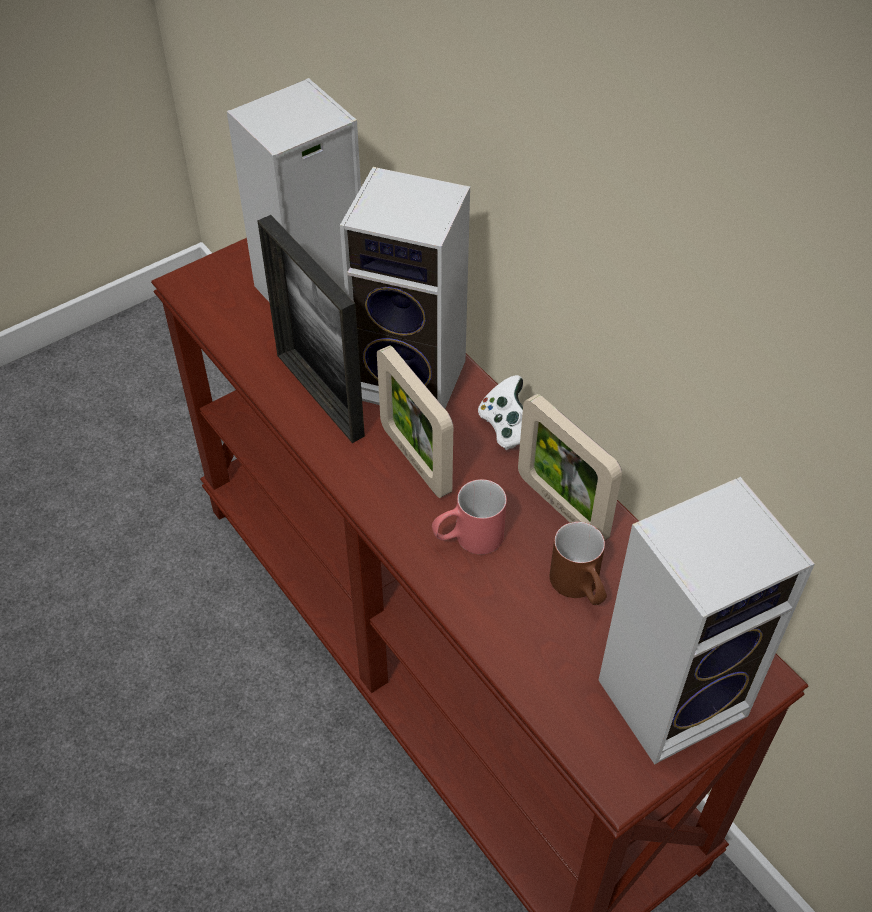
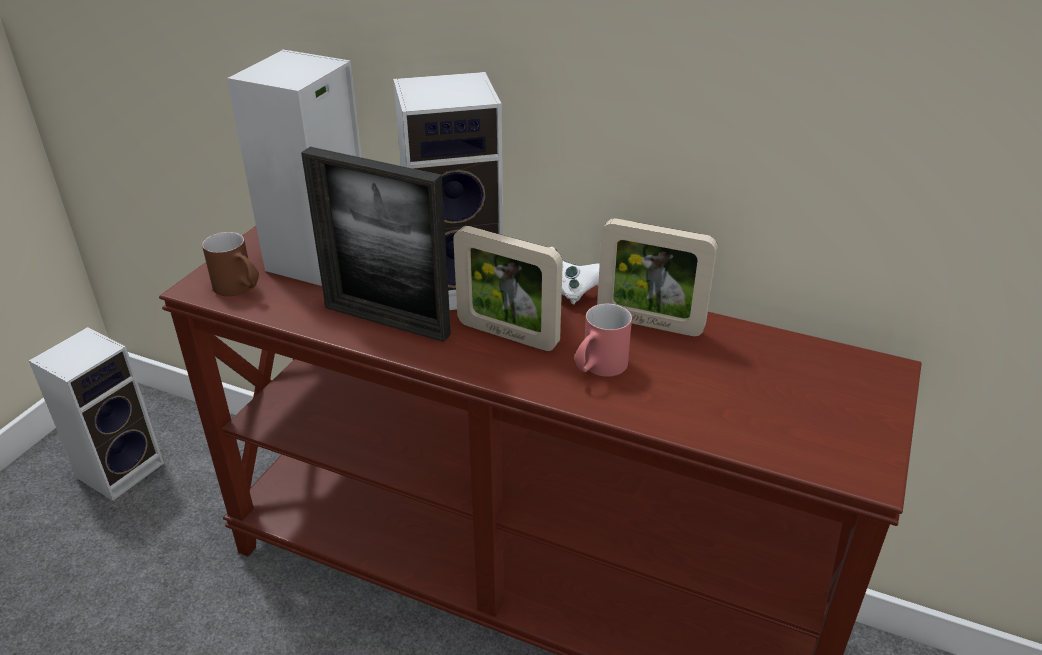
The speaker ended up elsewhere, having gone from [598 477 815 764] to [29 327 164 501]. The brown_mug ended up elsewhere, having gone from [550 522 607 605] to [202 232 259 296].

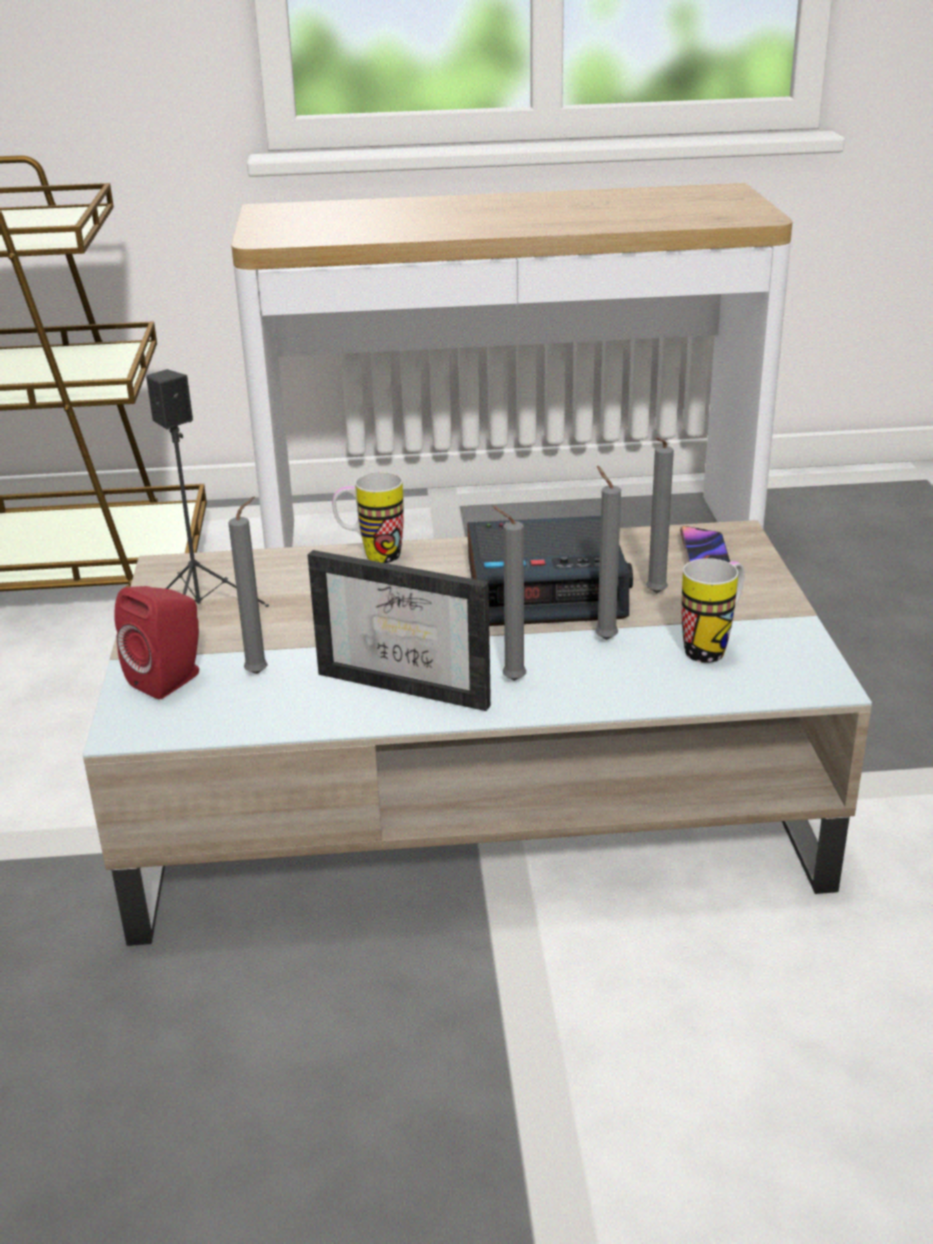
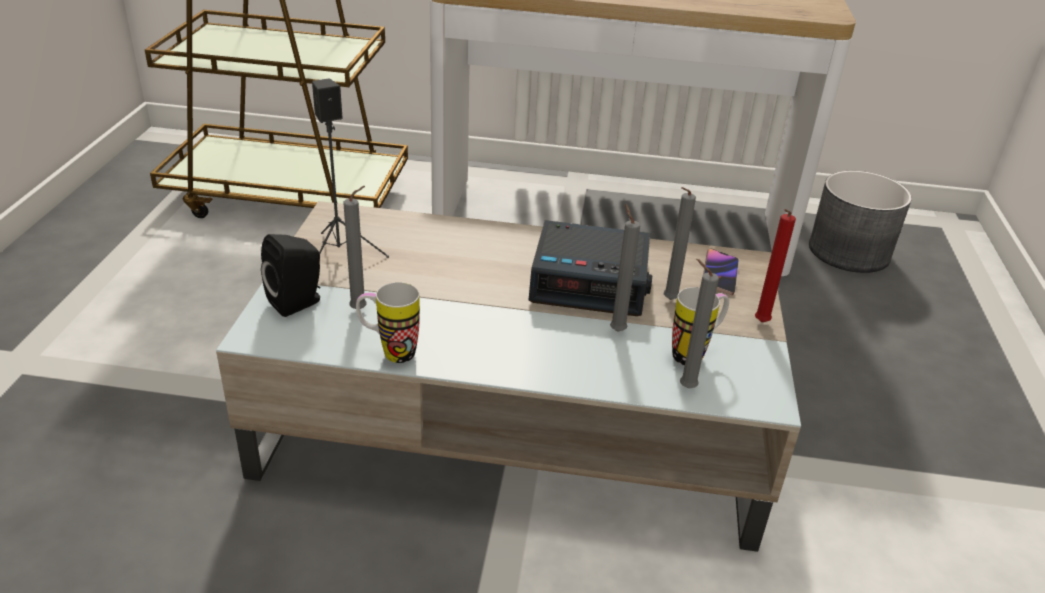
The mug ended up elsewhere, having gone from [332 472 404 563] to [356 282 420 363]. The grey_candle ended up elsewhere, having gone from [492 505 526 681] to [680 259 719 388]. The second view lost the picture_frame at [308 550 491 711]. What was the red_speaker at [115 586 199 700] turned into the black_speaker at [261 234 320 317]. The second view gained the grey_planter at [809 171 912 273]. The second view gained the red_candle at [755 209 796 322].

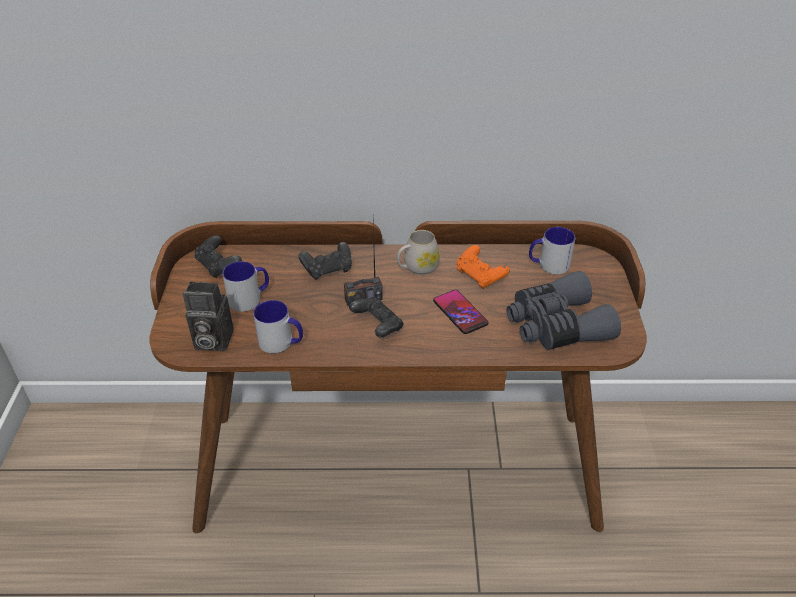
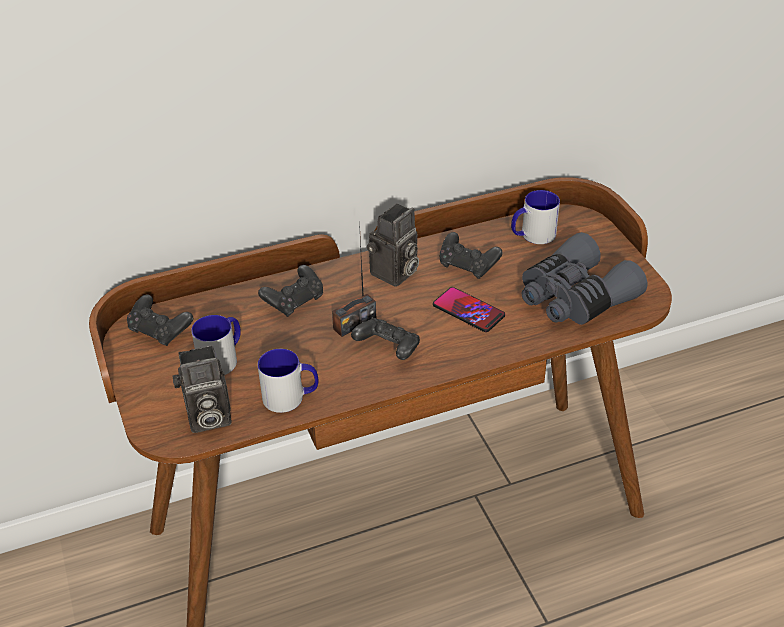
Where the white_mug stood at [397 230 440 275], the photo_camera came to stand at [367 203 419 287]. What was the orange_game_controller at [456 245 510 289] turned into the black_game_controller at [440 232 503 279].

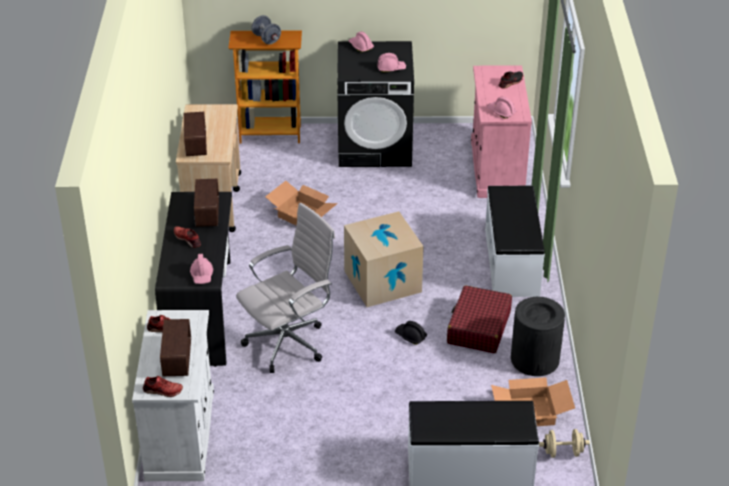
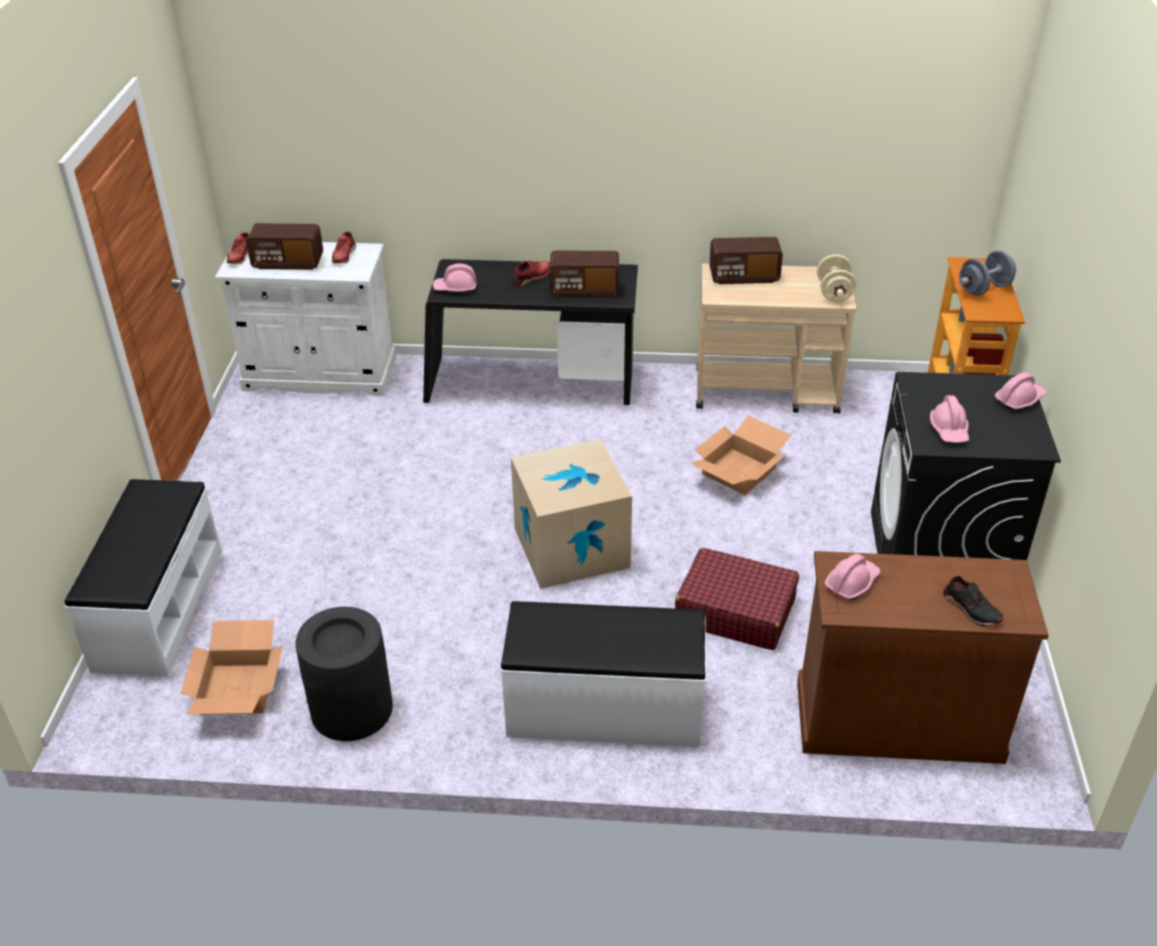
What was the pink_cabinet at [471 65 532 198] turned into the brown_cabinet at [797 551 1049 764]. The second view lost the white_office_chair at [236 203 335 373]. The red_suitcase ended up elsewhere, having gone from [447 285 512 353] to [675 548 799 650]. The second view lost the black_hard_hat at [395 321 427 345]. The beige_dumbbell ended up elsewhere, having gone from [539 429 590 458] to [817 254 856 302].

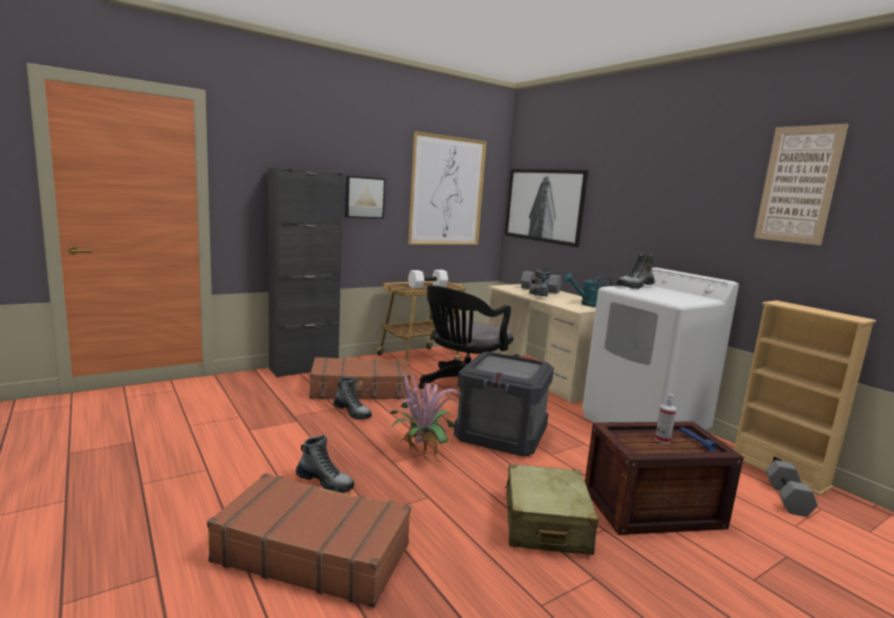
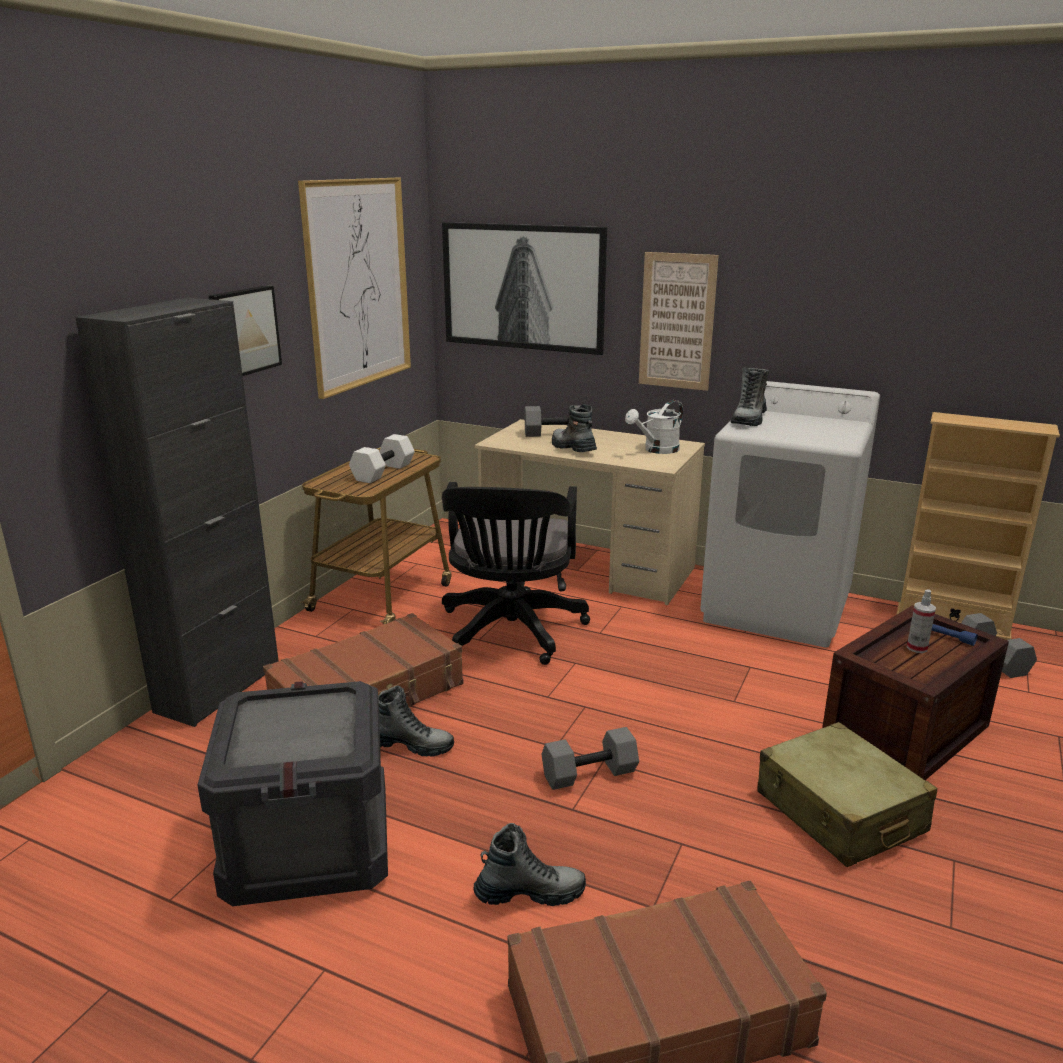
The picture ended up elsewhere, having gone from [754 124 848 245] to [639 252 719 391]. What was the turquoise_watering_can at [564 273 612 307] turned into the white_watering_can at [625 400 683 454]. The crate ended up elsewhere, having gone from [454 352 554 457] to [197 681 388 906]. Where the potted_plant stood at [390 373 460 466], the grey_dumbbell came to stand at [542 727 639 790].

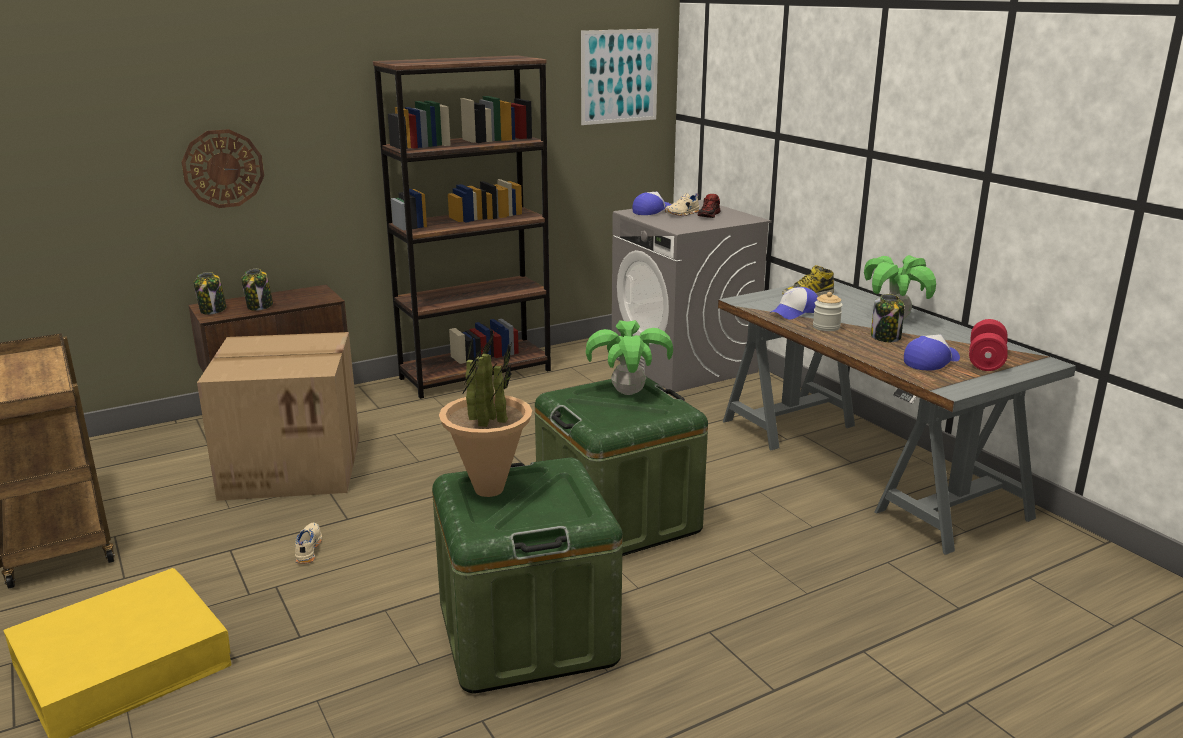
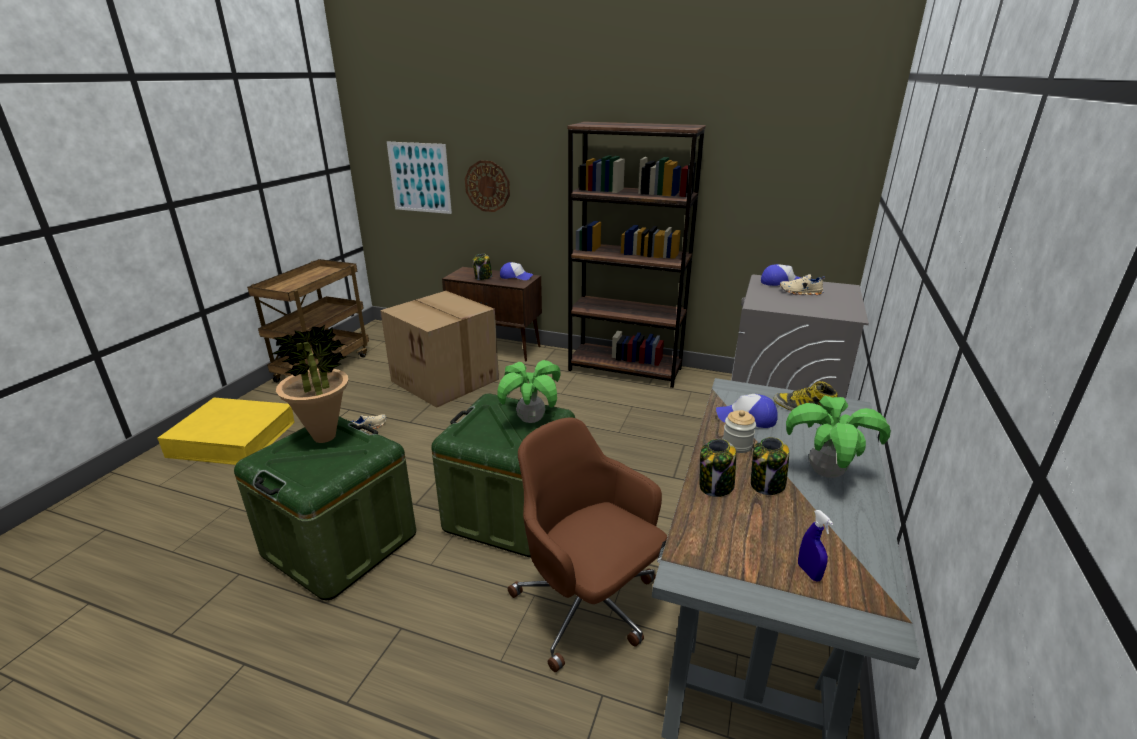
The picture ended up elsewhere, having gone from [581 29 658 125] to [387 141 452 214]. The second view lost the shoe at [698 194 721 218]. The jar ended up elsewhere, having gone from [194 272 227 315] to [700 439 736 497]. Where the red_dumbbell stood at [969 319 1008 371], the blue_spray_bottle came to stand at [798 510 834 581]. The cap ended up elsewhere, having gone from [904 334 960 370] to [500 262 533 280]. The second view gained the brown_office_chair at [508 417 667 672].

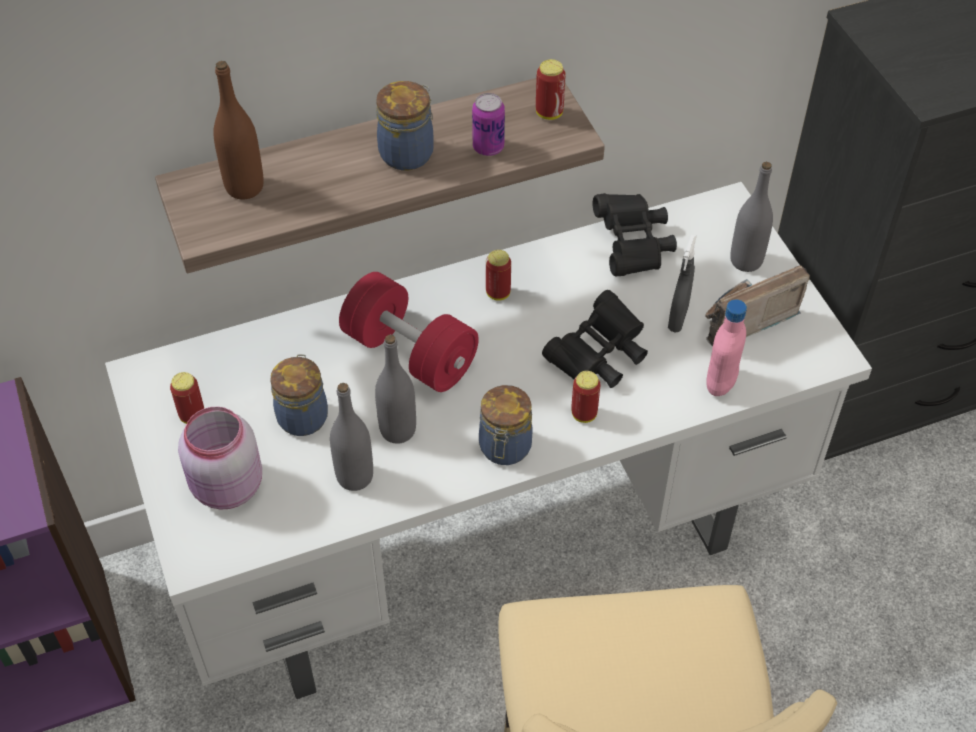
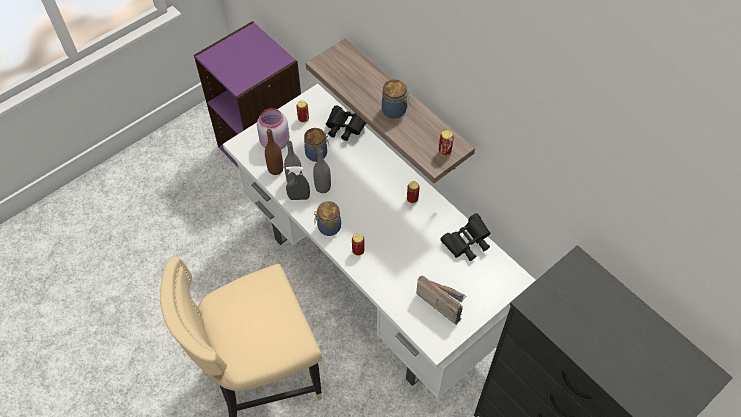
The brown_bottle ended up elsewhere, having gone from [213 61 264 199] to [265 129 283 175]. The second view lost the can at [472 93 505 156]. The second view lost the grey_bottle at [730 162 773 272]. The grey_spray_bottle ended up elsewhere, having gone from [668 234 697 332] to [286 167 310 200]. The second view lost the red_dumbbell at [339 272 479 392]. The black_binoculars ended up elsewhere, having gone from [542 290 648 388] to [326 105 366 141]. The second view lost the pink_bottle at [706 300 747 396].

